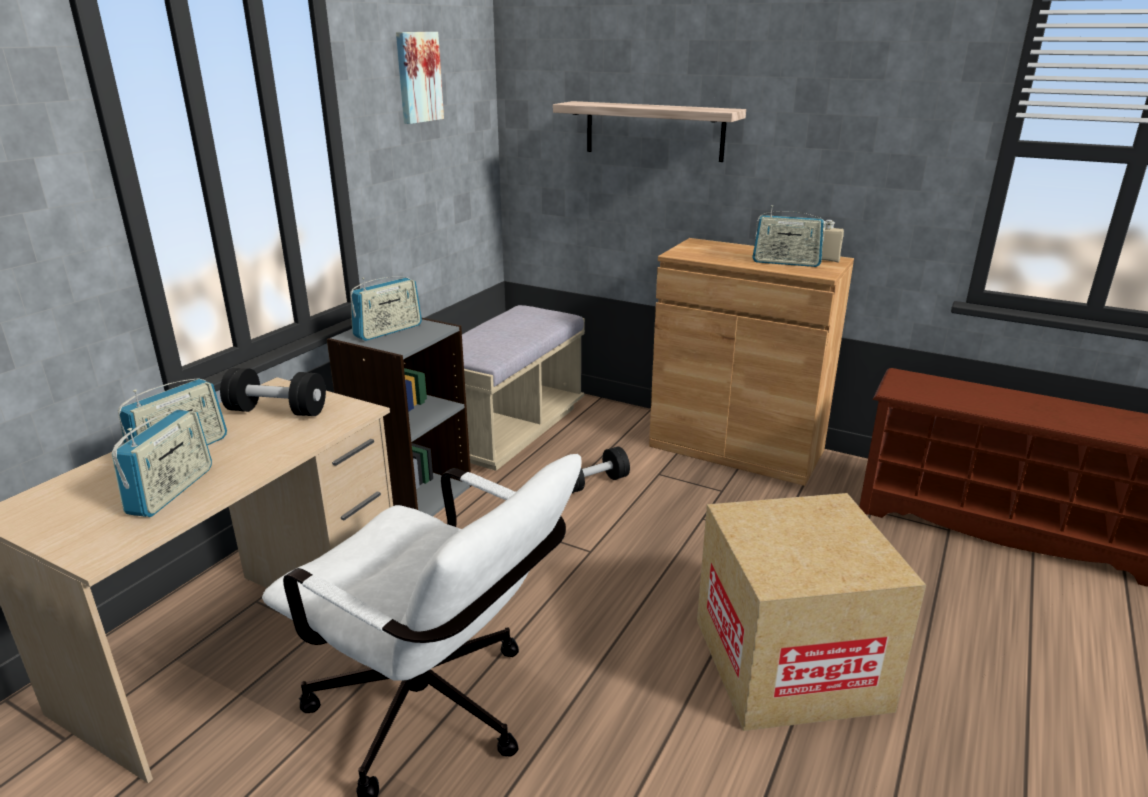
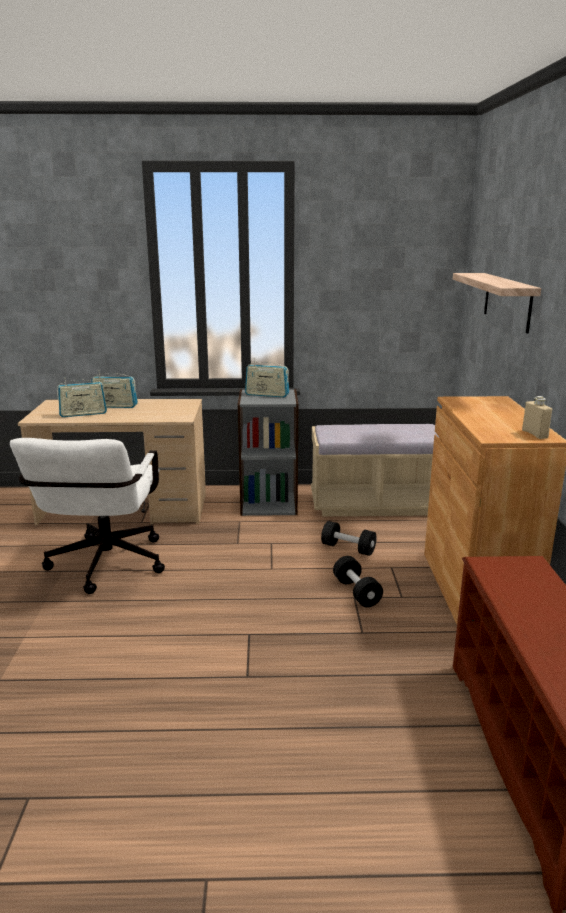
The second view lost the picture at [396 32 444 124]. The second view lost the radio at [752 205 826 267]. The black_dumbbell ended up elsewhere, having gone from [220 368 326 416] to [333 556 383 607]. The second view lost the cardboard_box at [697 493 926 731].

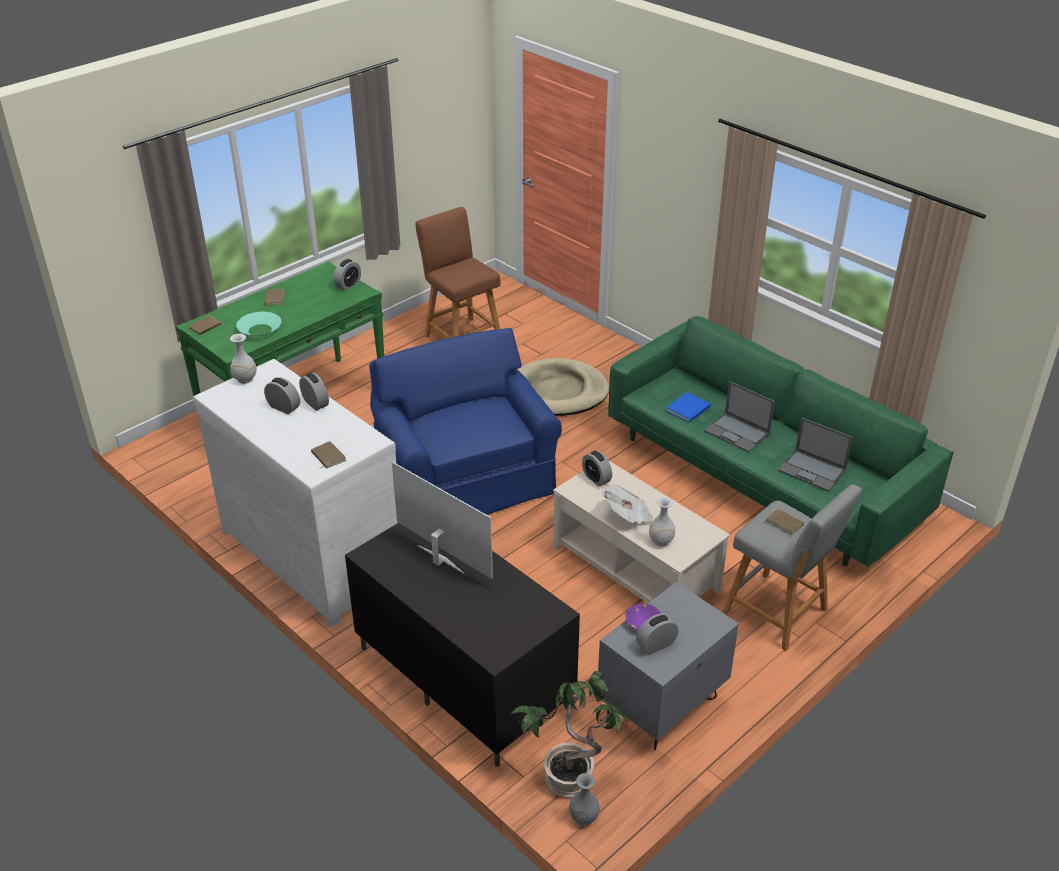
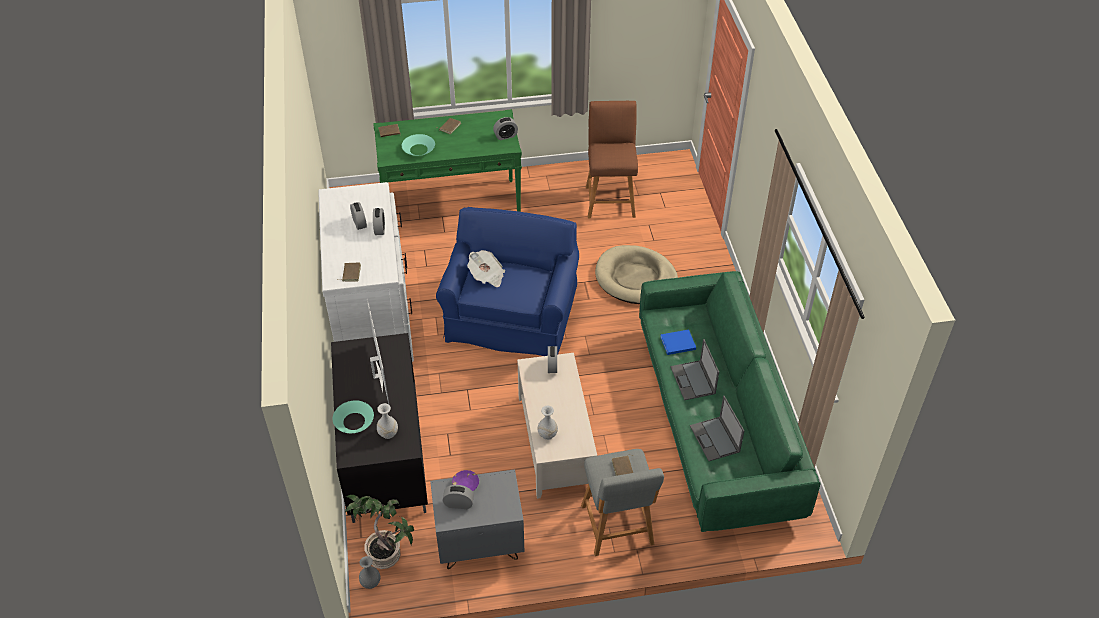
The white_vase ended up elsewhere, having gone from [230 334 257 384] to [377 403 398 439]. The newspaper ended up elsewhere, having gone from [602 485 654 524] to [467 250 505 287]. The second view gained the turquoise_bowl at [333 400 374 433].

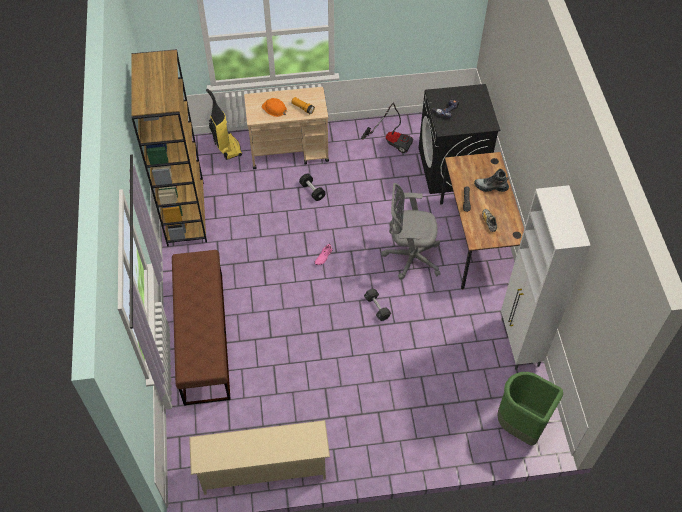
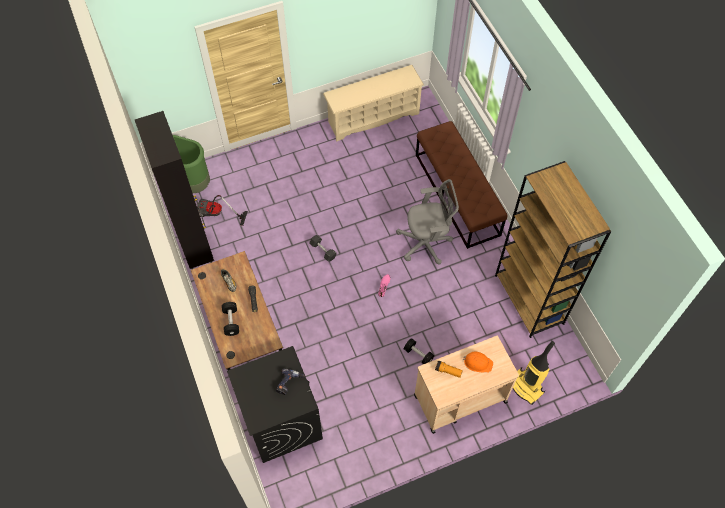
The vacuum_cleaner ended up elsewhere, having gone from [361 103 413 153] to [197 195 248 226]. Where the boot stood at [474 169 509 192], the black_dumbbell came to stand at [222 302 239 336]. The grey_office_chair ended up elsewhere, having gone from [381 183 441 280] to [396 179 459 264]. What was the white_cabinet at [501 185 591 369] turned into the black_cabinet at [135 111 214 269].

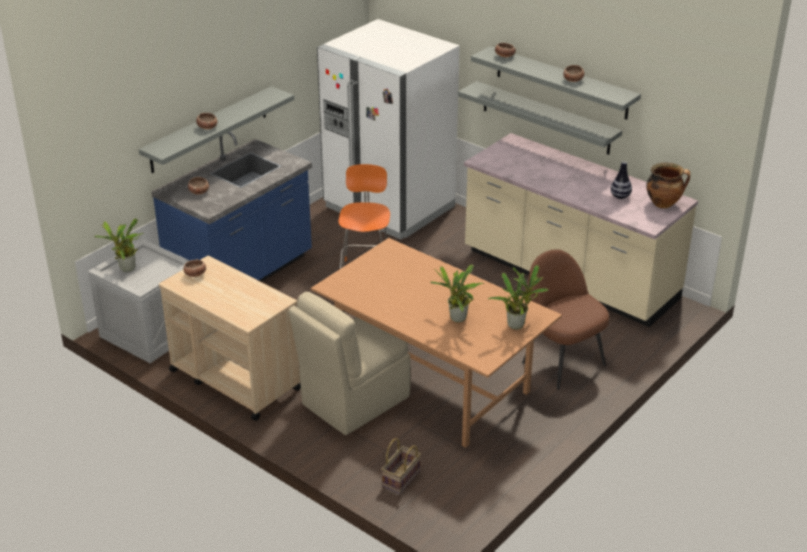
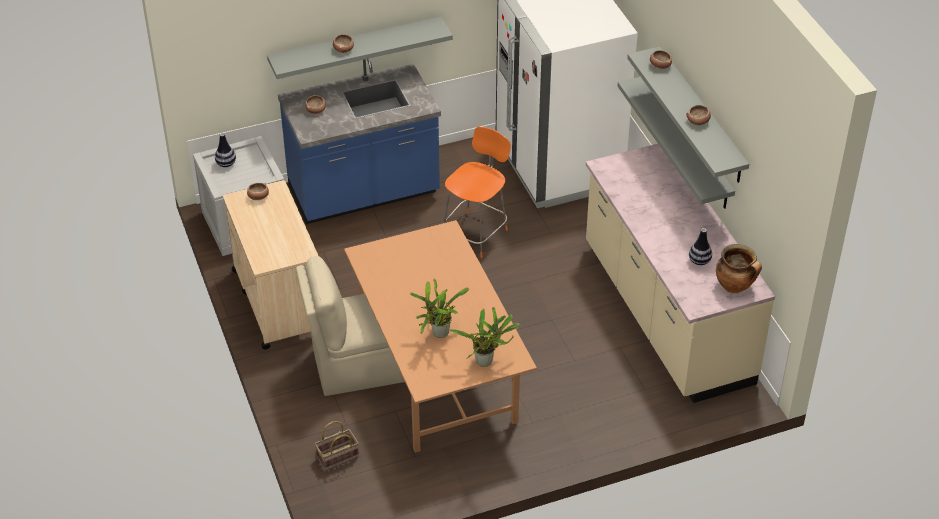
Where the potted_plant stood at [94 218 145 272], the vase came to stand at [215 133 236 167]. The second view lost the brown_chair at [522 249 609 390].

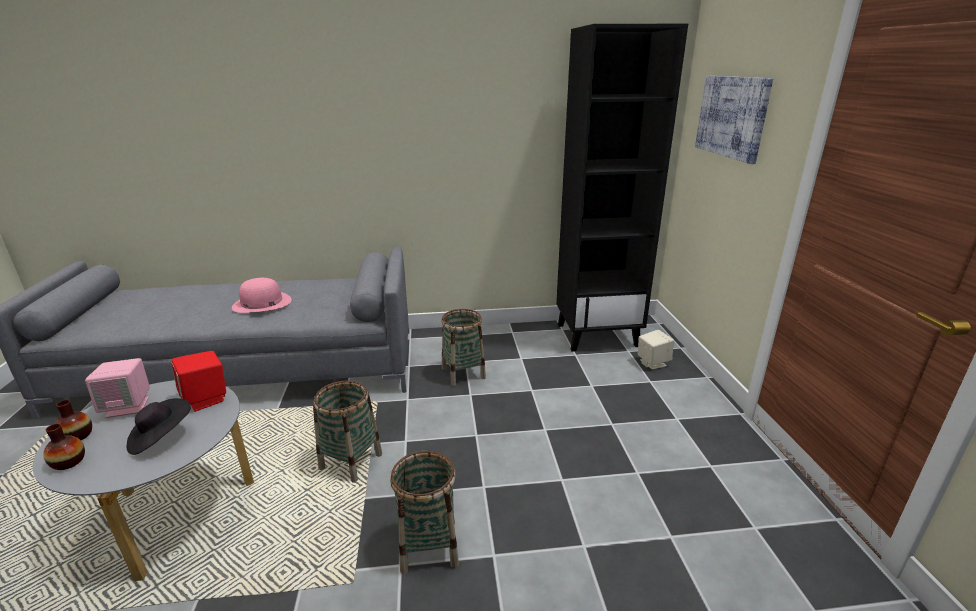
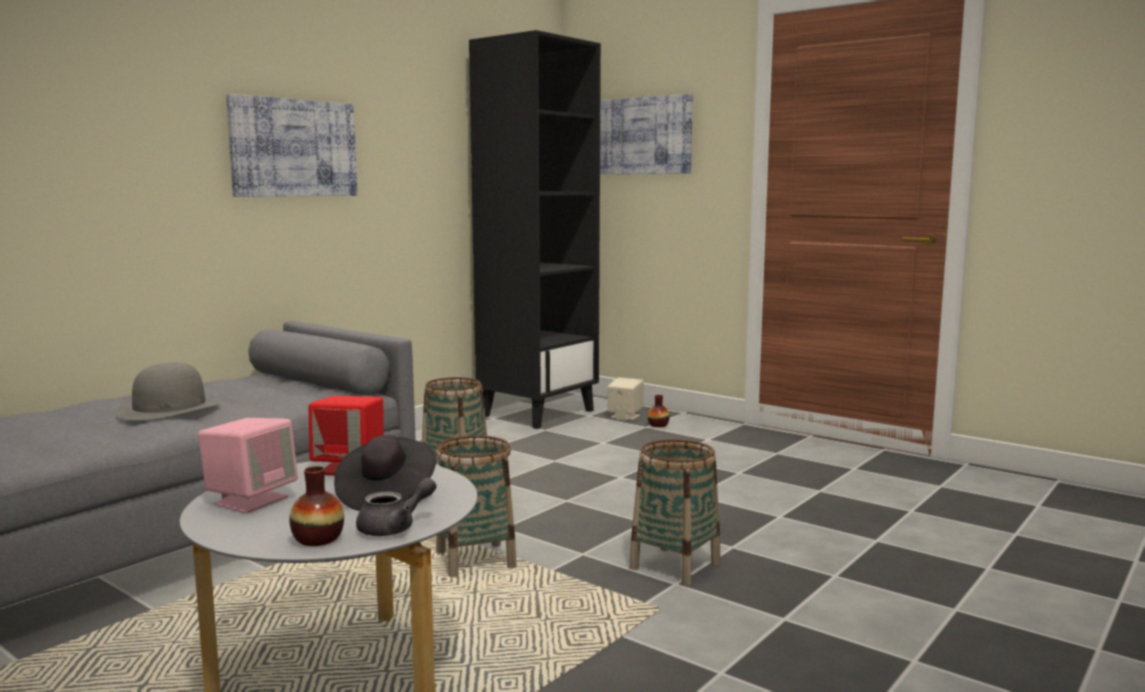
What was the pink_hat at [232 278 292 313] turned into the grey_hat at [116 362 221 420]. The vase ended up elsewhere, having gone from [55 400 92 440] to [648 395 670 427]. The second view gained the picture at [226 94 357 197]. The second view gained the grey_teapot at [356 478 436 536].

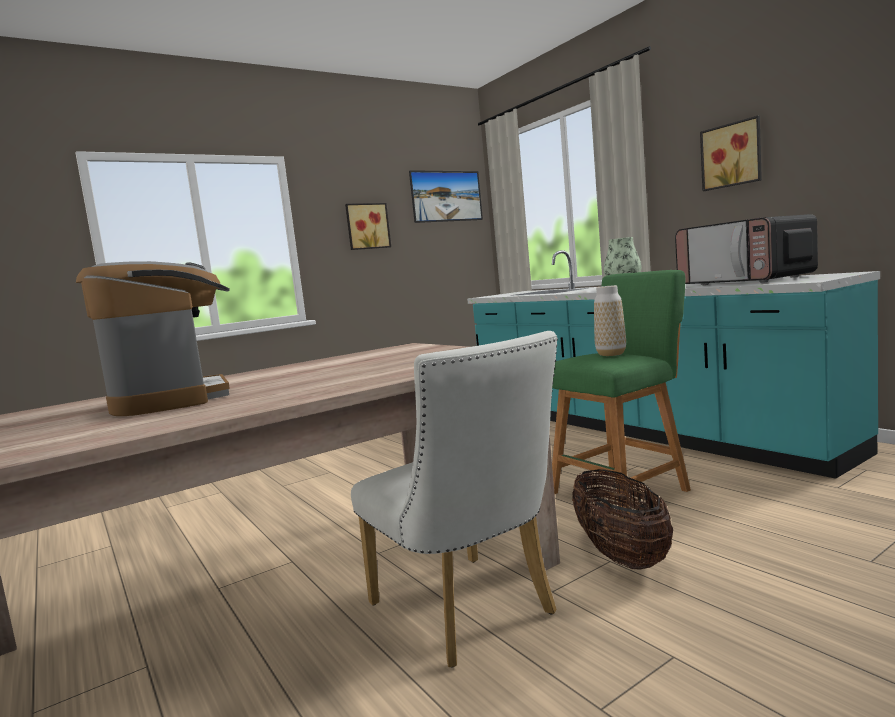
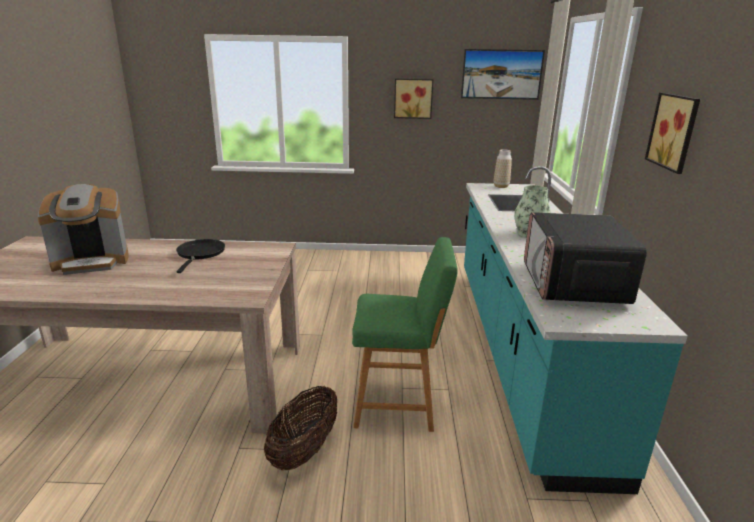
The coffee_machine at [76 261 230 416] ended up facing another way, 60 degrees clockwise from before. The vase ended up elsewhere, having gone from [594 285 626 356] to [494 149 512 188]. The second view lost the white_chair at [351 331 558 668]. The second view gained the black_frying_pan at [176 239 225 273].

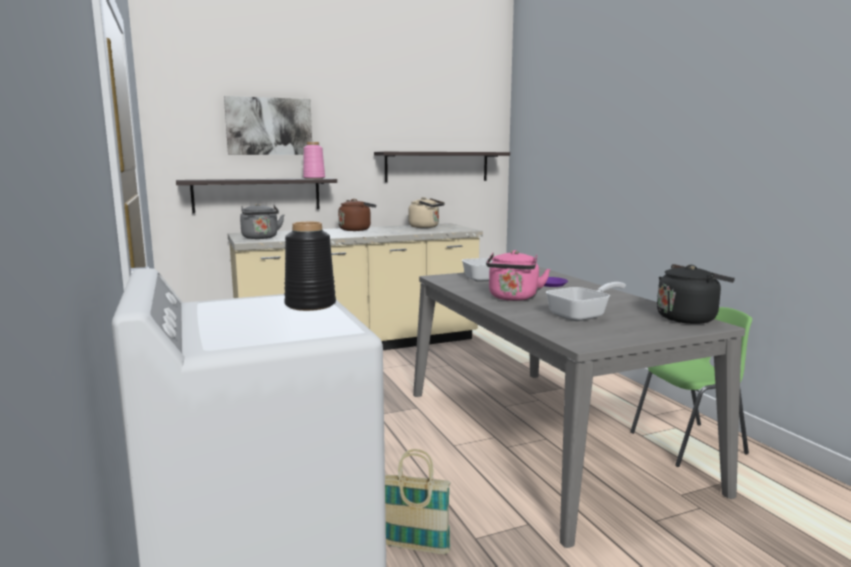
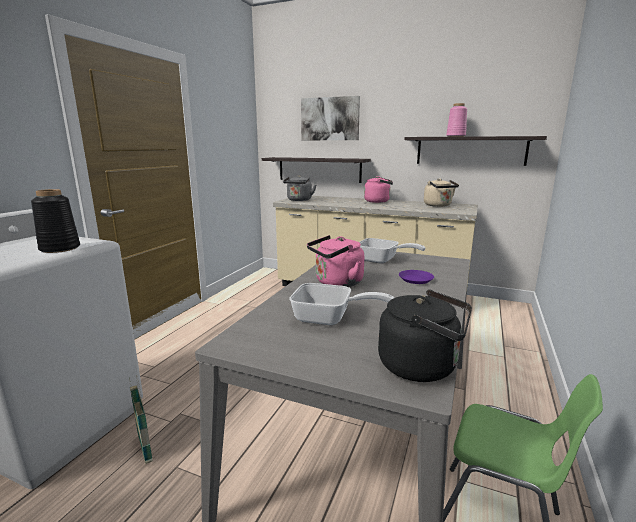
The pink_vase ended up elsewhere, having gone from [303 142 325 179] to [446 103 467 137]. What was the brown_kettle at [338 199 376 231] turned into the pink_kettle at [364 176 393 203].

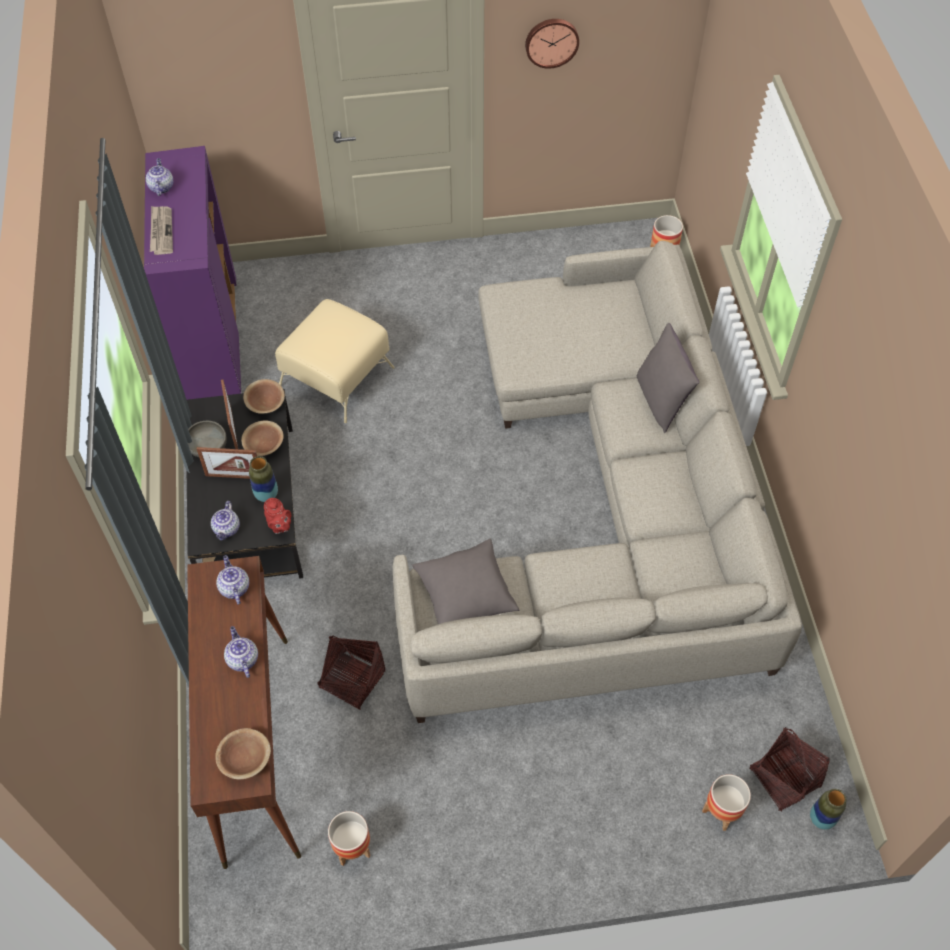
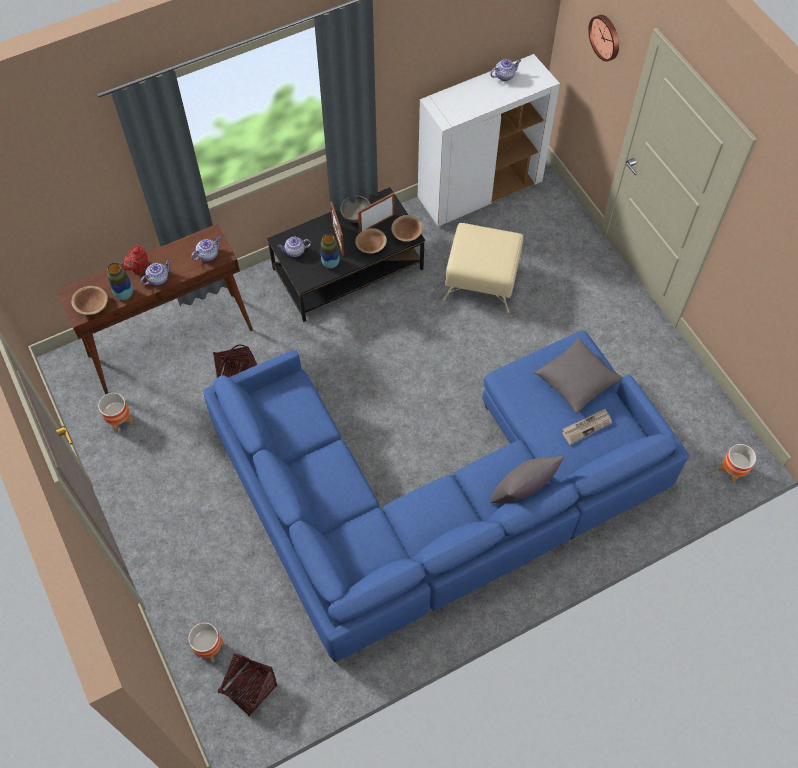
The wall_clock ended up elsewhere, having gone from [525 19 579 69] to [588 15 619 62]. What was the purple_cabinet at [144 146 241 400] turned into the white_cabinet at [418 54 560 226]. The newspaper ended up elsewhere, having gone from [150 206 173 255] to [562 409 612 445]. What was the beige_sofa at [393 241 802 723] turned into the blue_sofa at [203 330 689 663]. The red_teapot ended up elsewhere, having gone from [264 498 291 534] to [121 245 148 275]. The grey_pillow ended up elsewhere, having gone from [412 539 519 624] to [534 337 623 414]. The vase ended up elsewhere, having gone from [810 789 846 830] to [107 262 133 300].

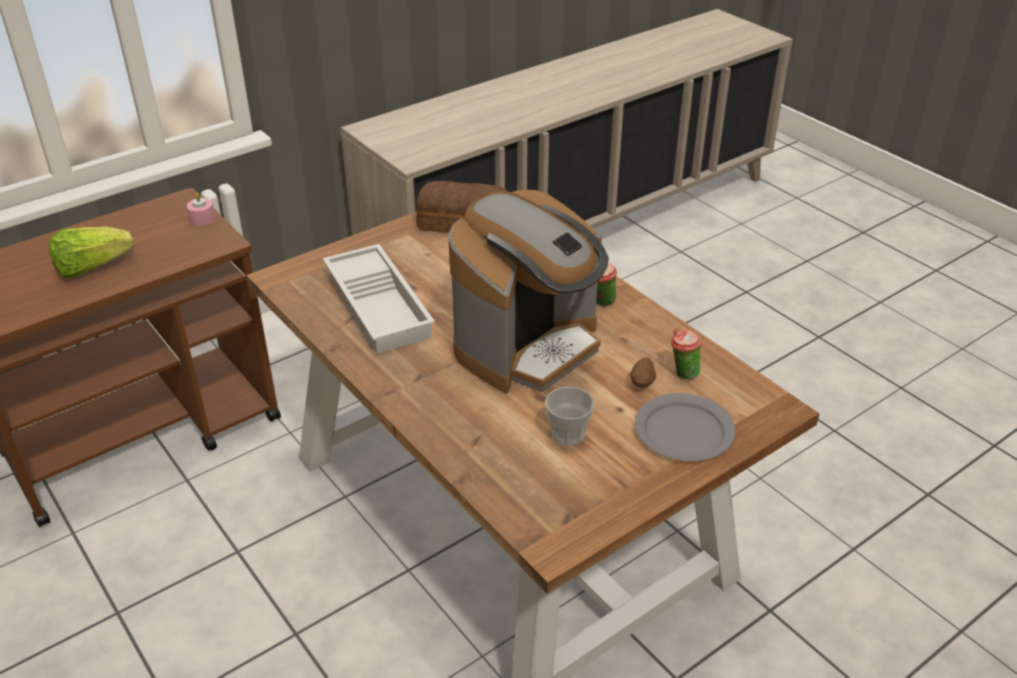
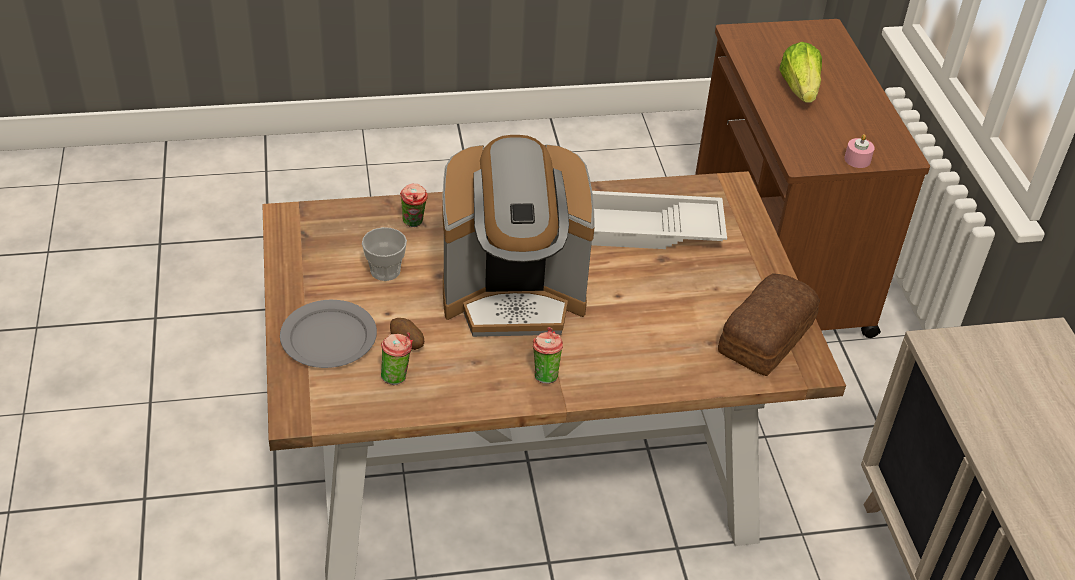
The coffee_machine at [448 190 609 393] ended up facing another way, 75 degrees counterclockwise from before. The second view gained the cup at [400 184 428 227].

